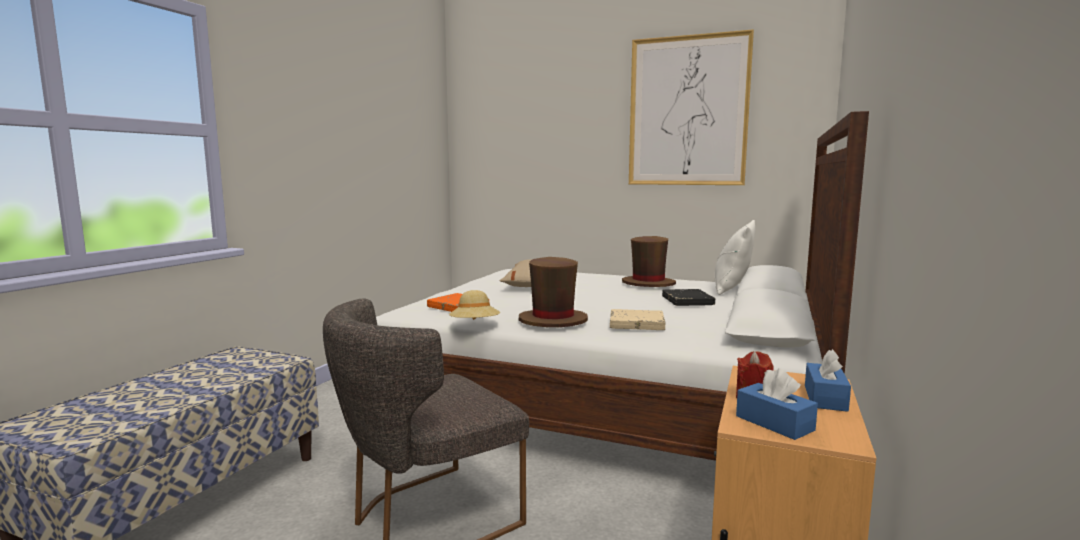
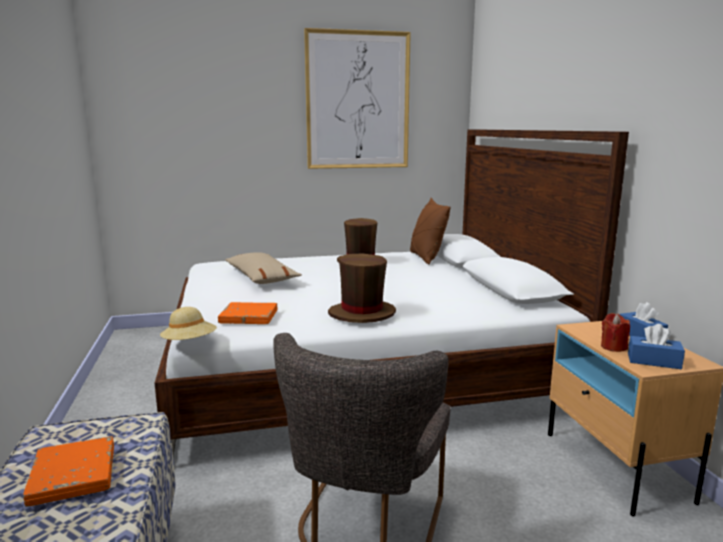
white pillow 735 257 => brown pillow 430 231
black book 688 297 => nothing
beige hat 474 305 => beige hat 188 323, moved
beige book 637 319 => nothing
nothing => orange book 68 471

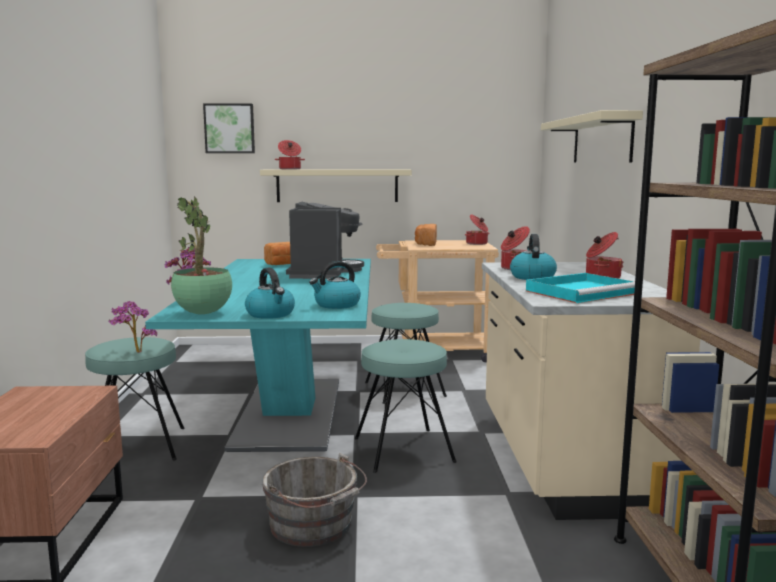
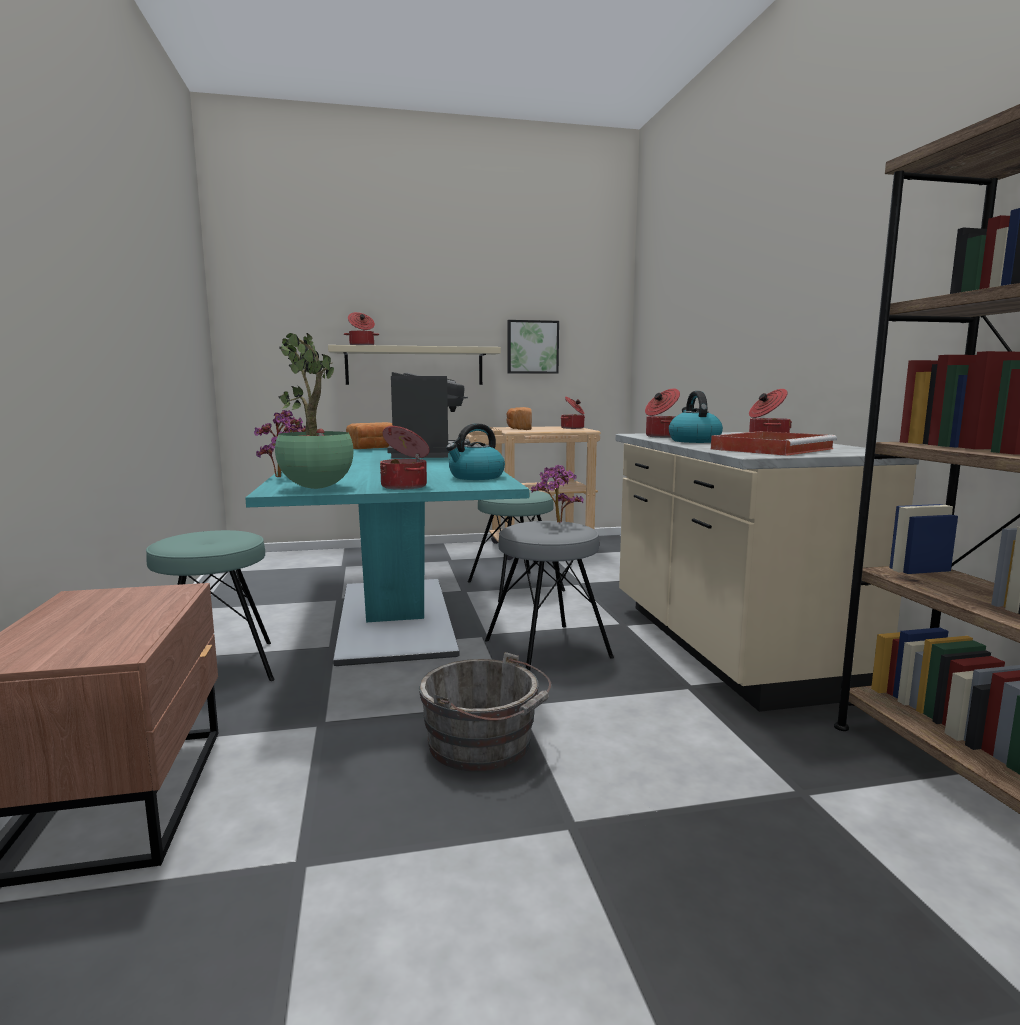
picture 229 128 => picture 533 347, moved
beige shelf 592 136 => nothing
kettle 270 293 => cooking pot 405 458
turquoise tray 580 288 => red tray 774 443
potted plant 133 327 => potted plant 557 494, moved
turquoise stool 406 406 => grey stool 549 596

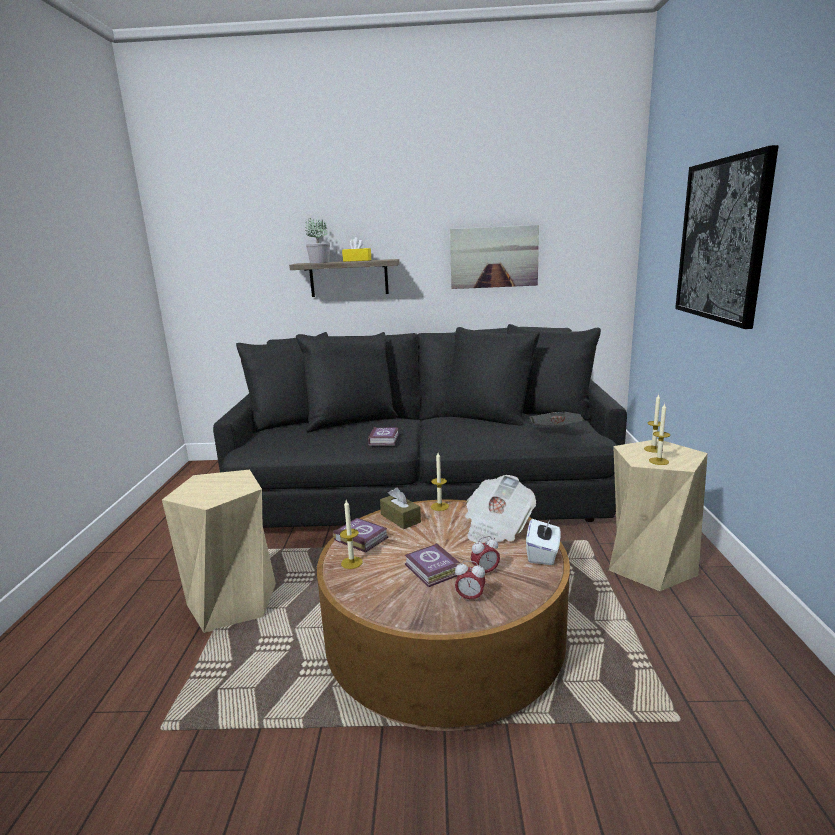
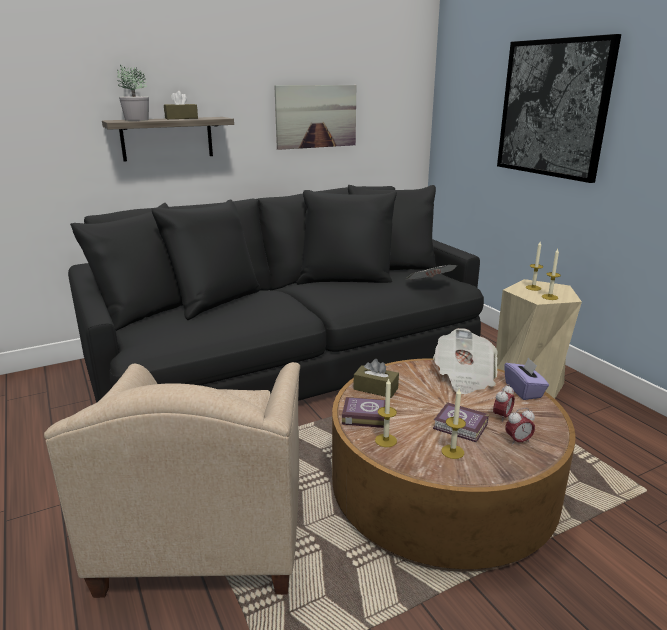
yellow tissue box 356 249 => brown tissue box 181 105
book 383 436 => nothing
candle 440 482 => candle 453 424, moved
beige stool 219 551 => beige armchair 172 480
white tissue box 543 541 => purple tissue box 526 378

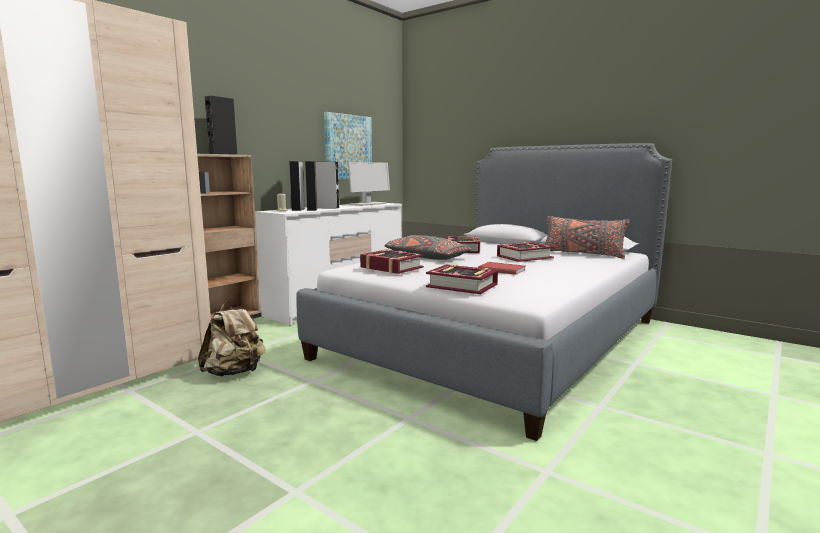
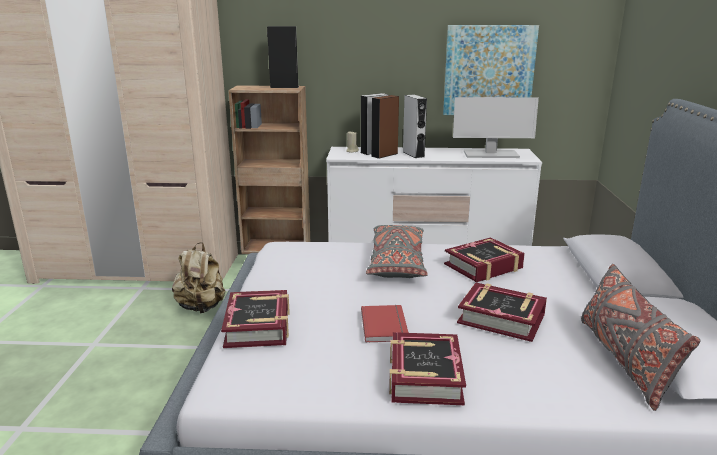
book 392 262 => book 427 368, moved

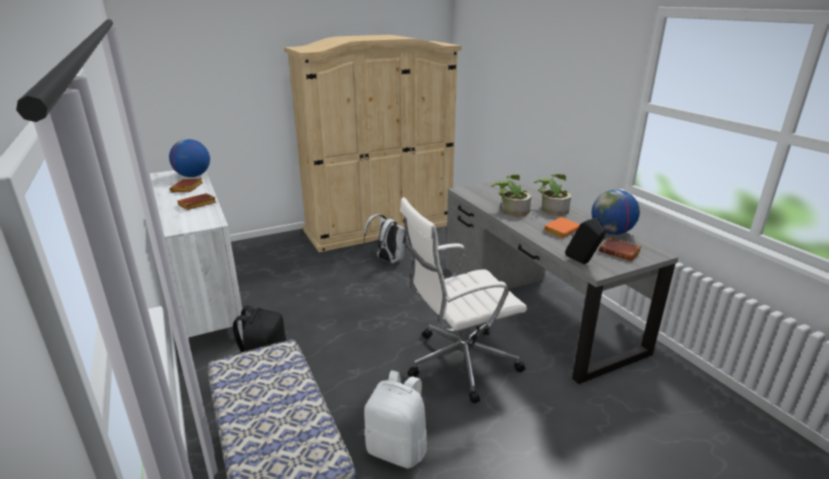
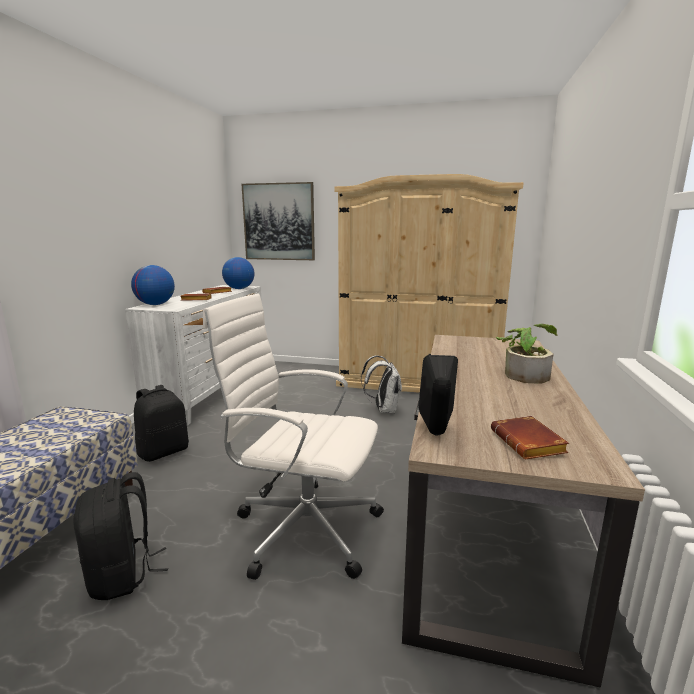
potted plant 511 196 => nothing
grey desk 562 281 => brown desk 523 511
globe 616 212 => globe 153 285, moved
orange book 562 227 => nothing
white backpack 395 419 => black backpack 120 536
nothing => picture 278 221

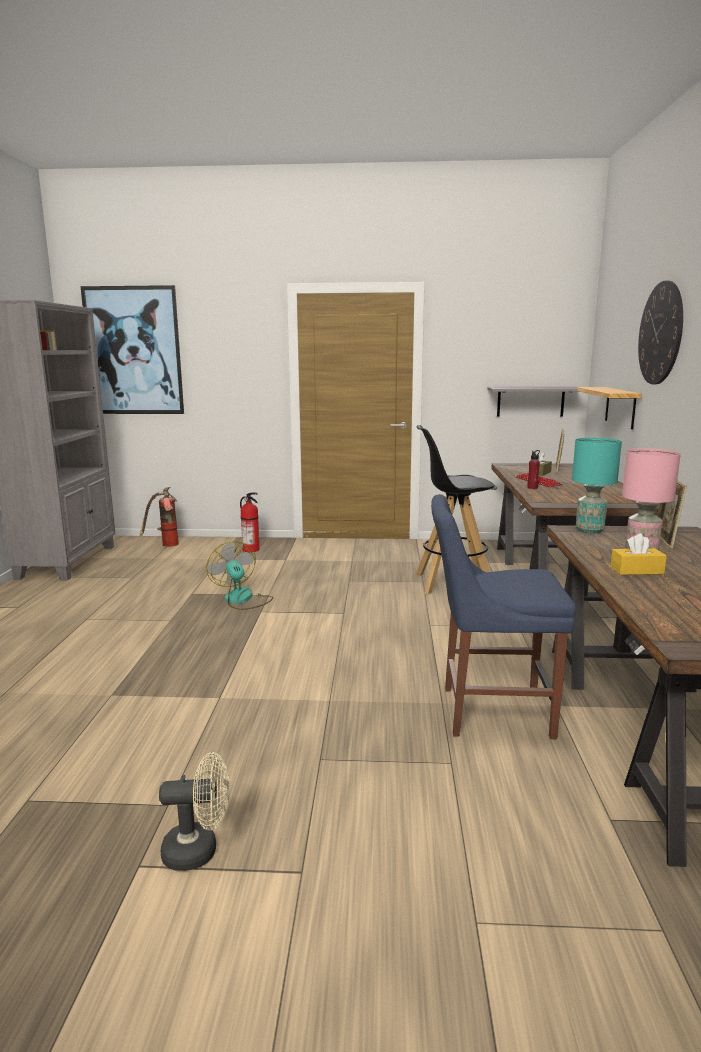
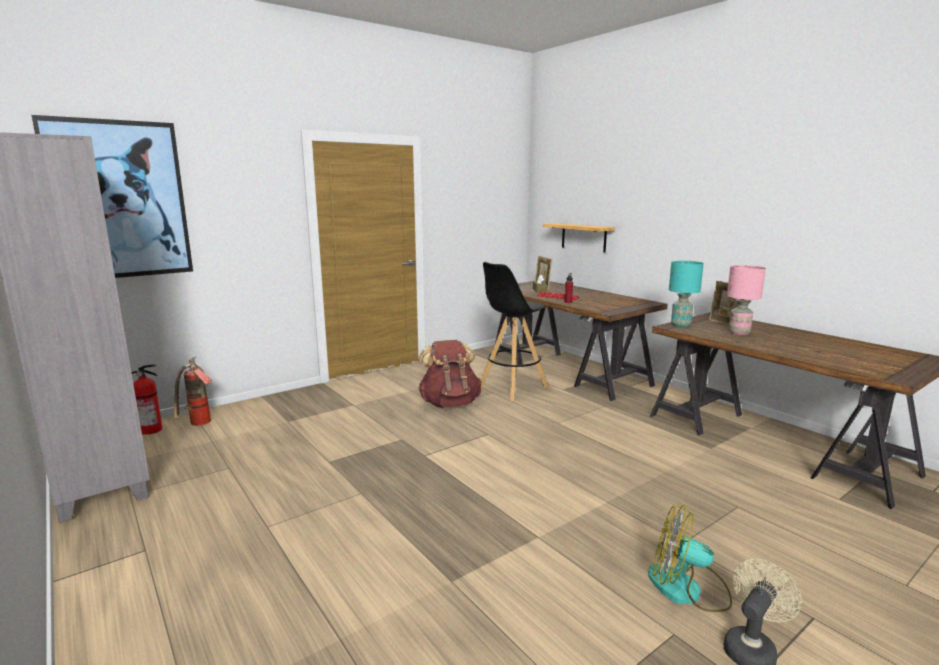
wall clock 660 332 => nothing
grey shelf 533 401 => nothing
fire extinguisher 250 522 => fire extinguisher 146 399, moved
blue chair 503 616 => nothing
yellow tissue box 639 554 => nothing
fan 239 575 => fan 690 558, moved
nothing => brown backpack 450 373

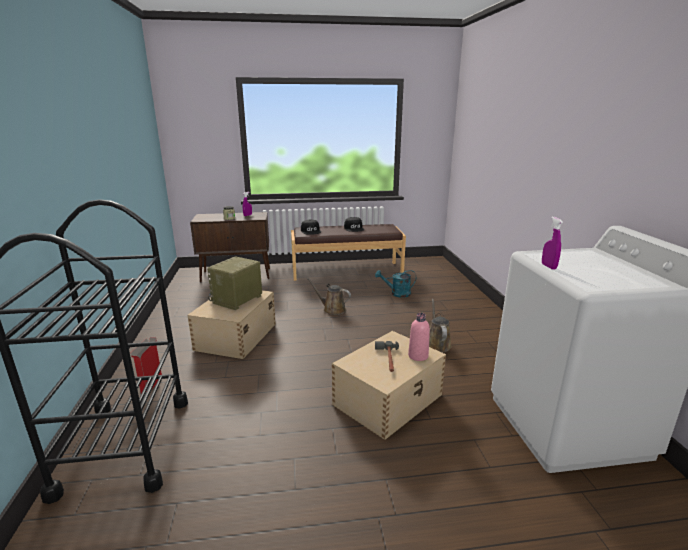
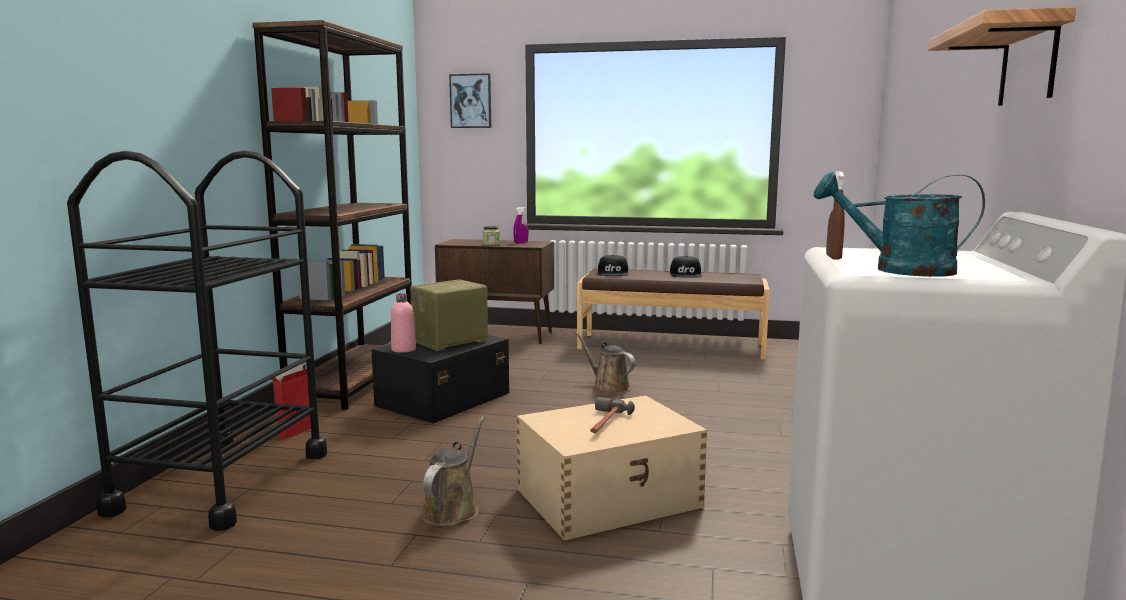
purple spray bottle 552 243 => brown spray bottle 835 215
turquoise watering can 395 284 => turquoise watering can 899 224, moved
beige storage box 231 324 => black storage box 440 379
brown watering can 440 326 => brown watering can 452 471, moved
pink bottle 419 337 => pink bottle 403 323, moved
nothing => shelf 1002 56
nothing => brown bookcase 332 215
nothing => picture 470 100

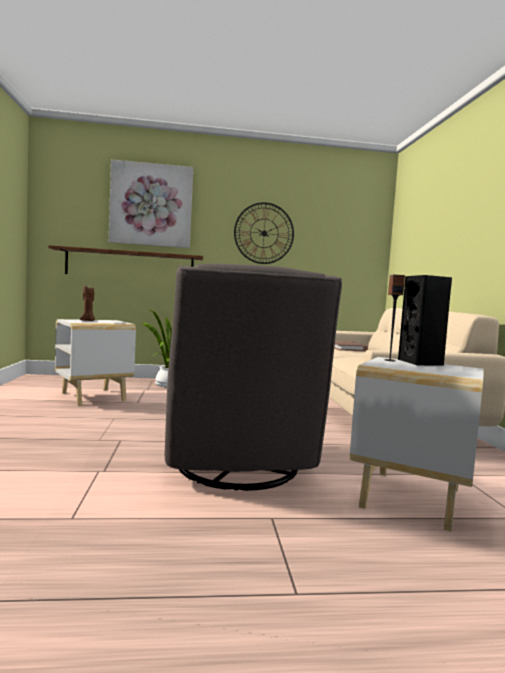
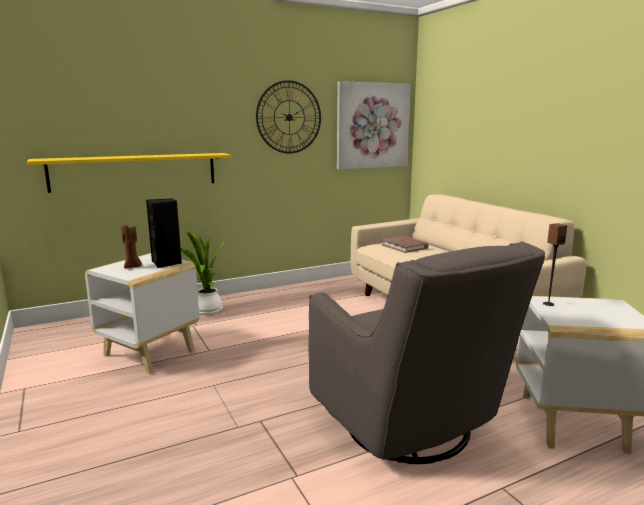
picture 151 203 => picture 374 125, moved
brown shelf 125 259 => yellow shelf 129 173
black speaker 425 320 => black speaker 164 233, moved

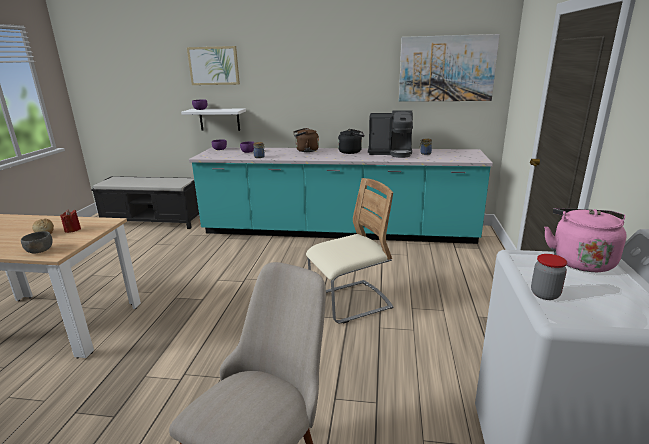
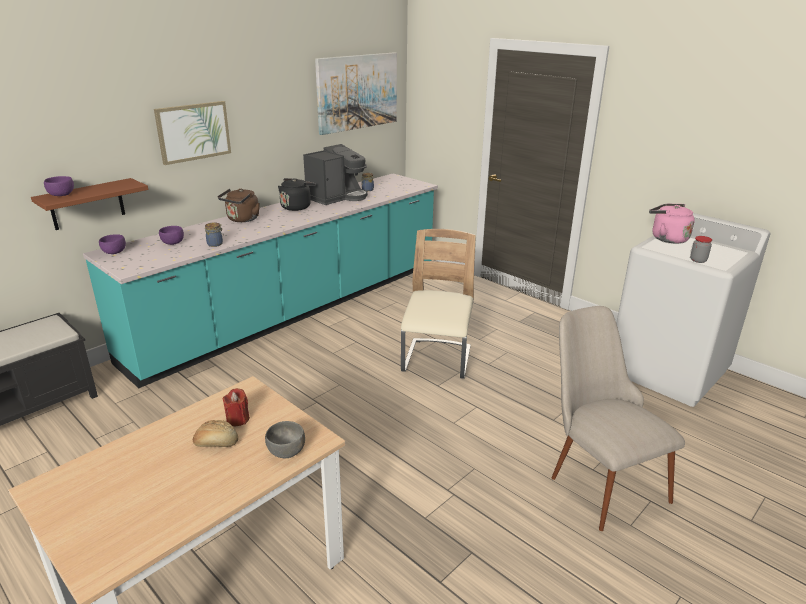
picture 213 65 => picture 192 133, moved
white shelf 213 120 => brown shelf 89 204

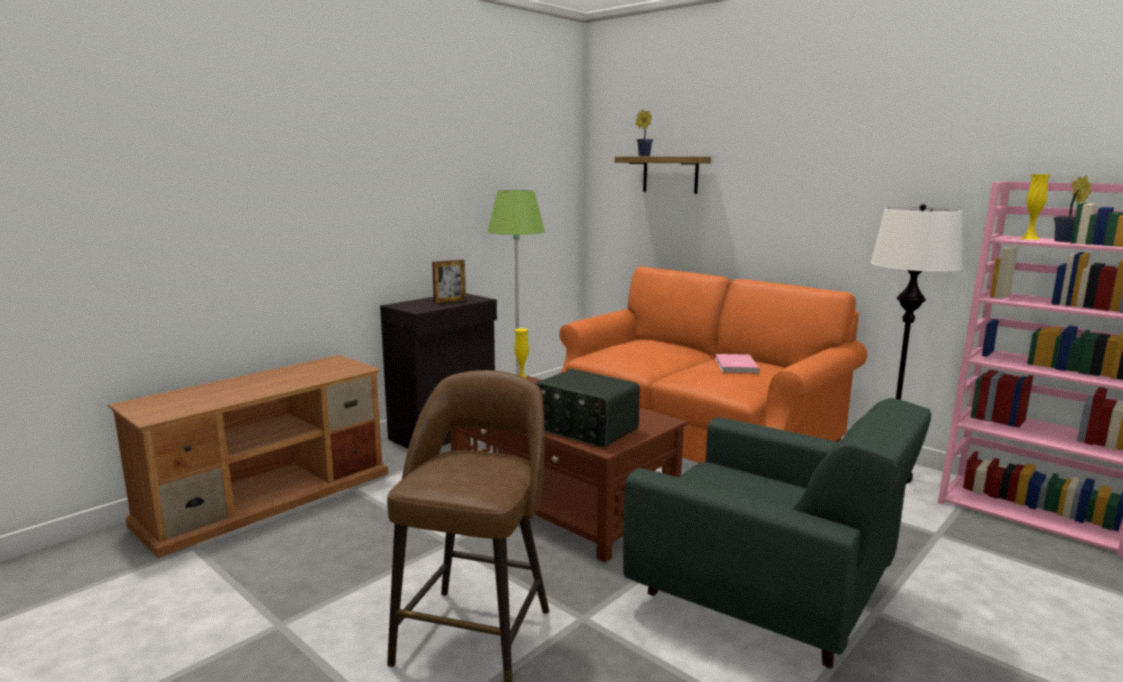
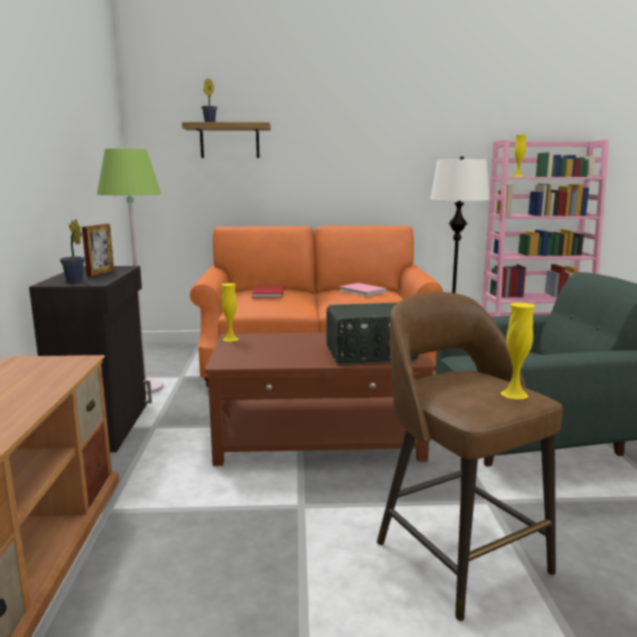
potted plant 1072 208 => potted plant 72 250, moved
nothing => red book 268 292
nothing => yellow vase 518 351

